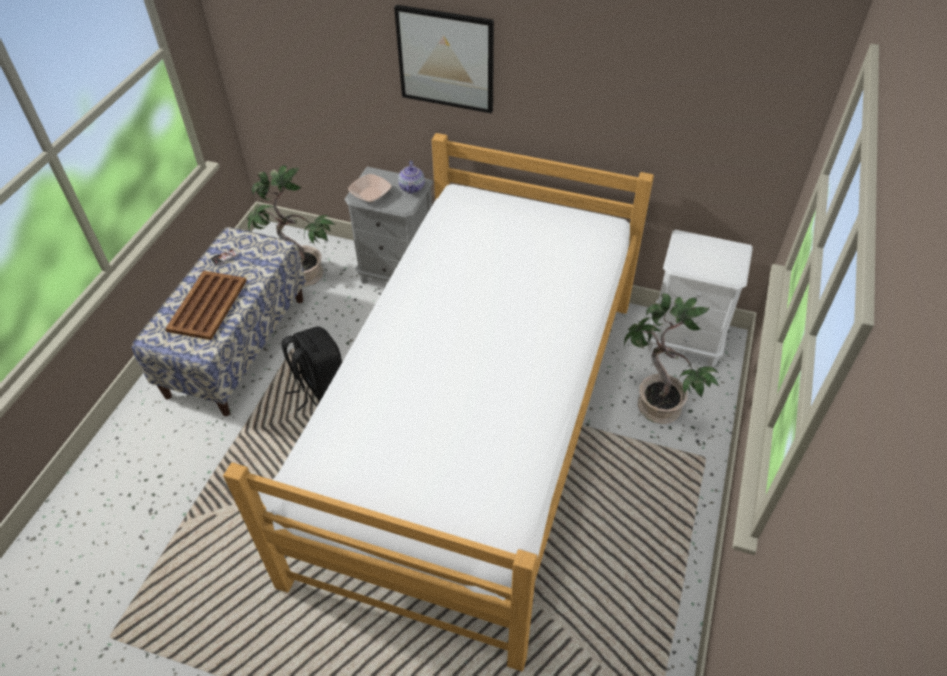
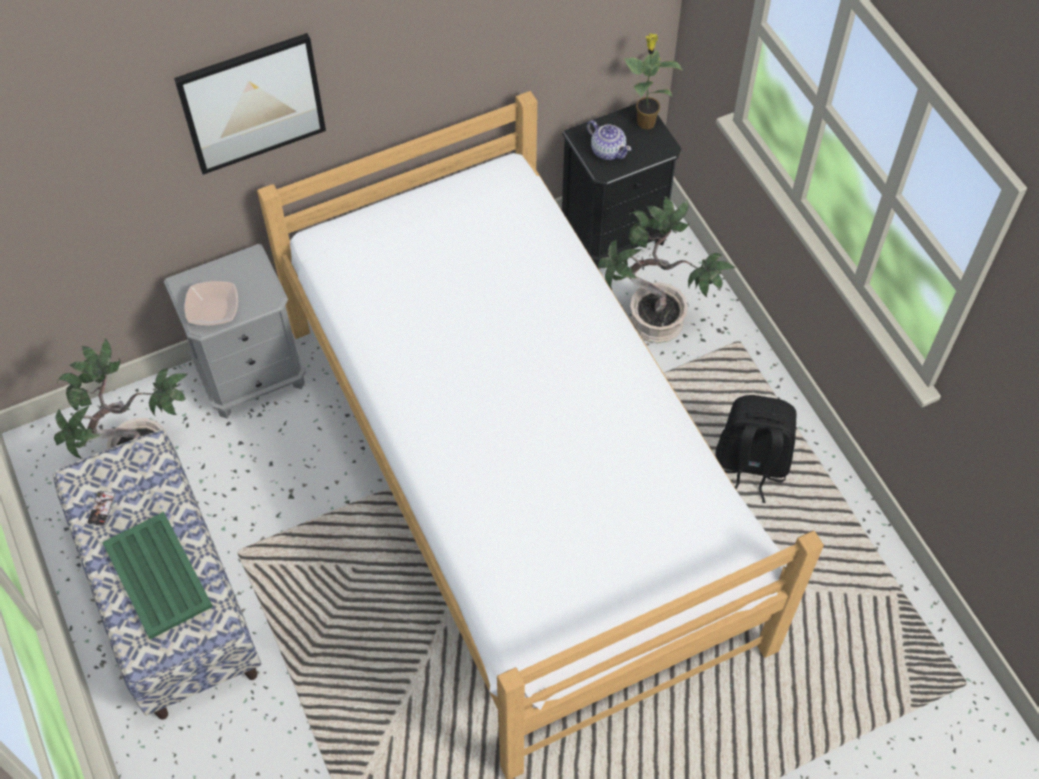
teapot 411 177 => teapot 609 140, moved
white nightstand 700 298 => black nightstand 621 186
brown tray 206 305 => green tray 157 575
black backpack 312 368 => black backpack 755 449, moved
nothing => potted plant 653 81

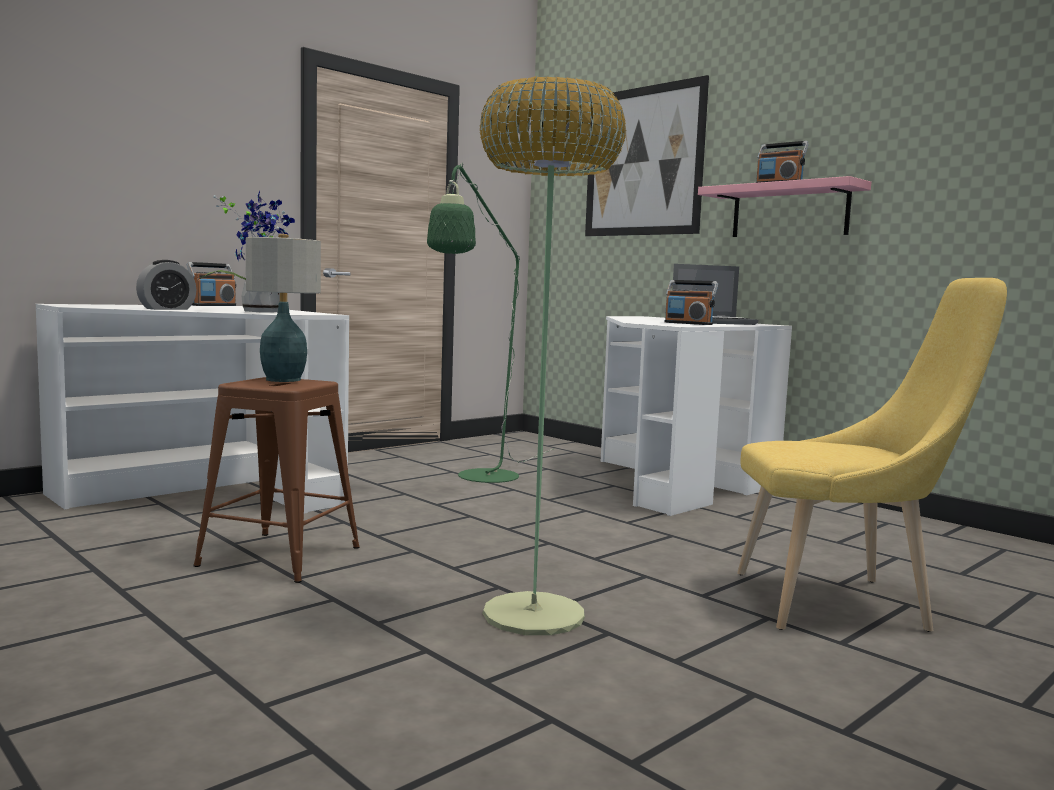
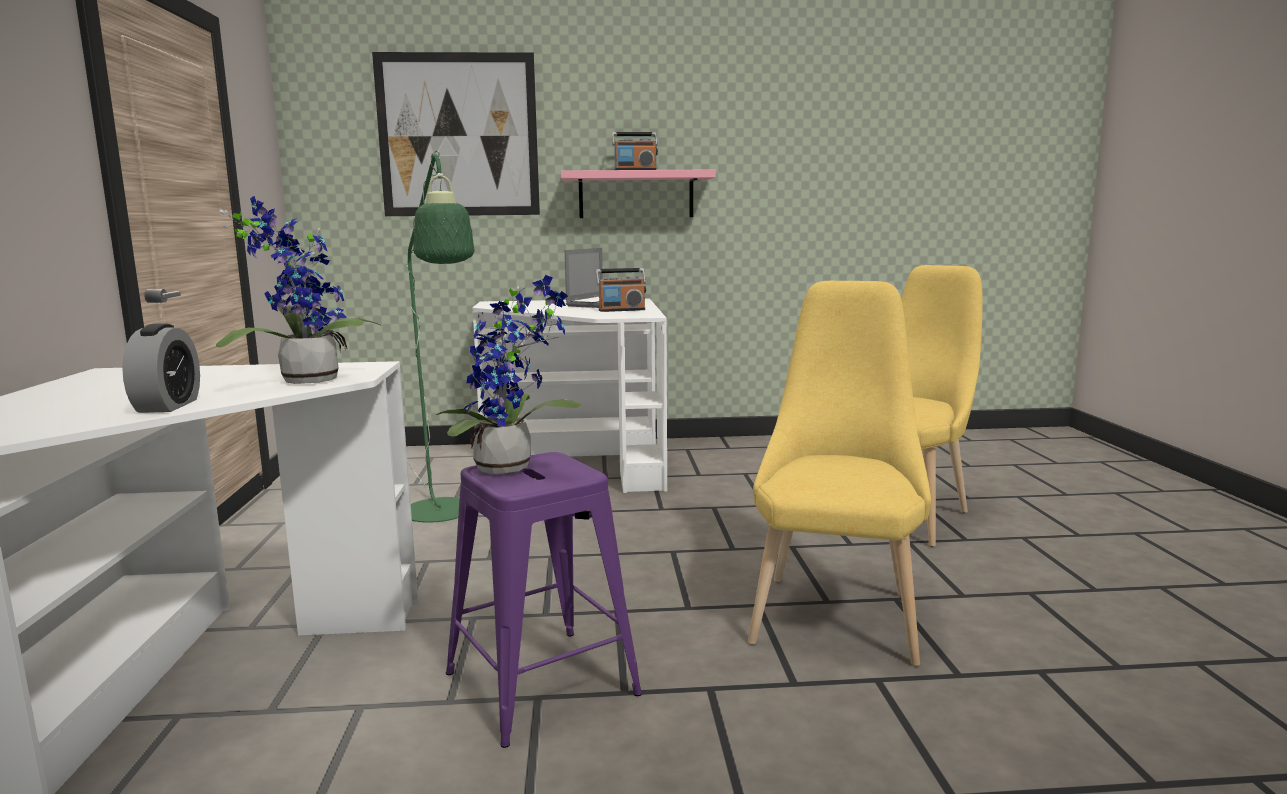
floor lamp 553 355 => yellow chair 839 473
table lamp 283 308 => potted plant 508 374
radio 211 284 => nothing
brown stool 277 480 => purple stool 544 600

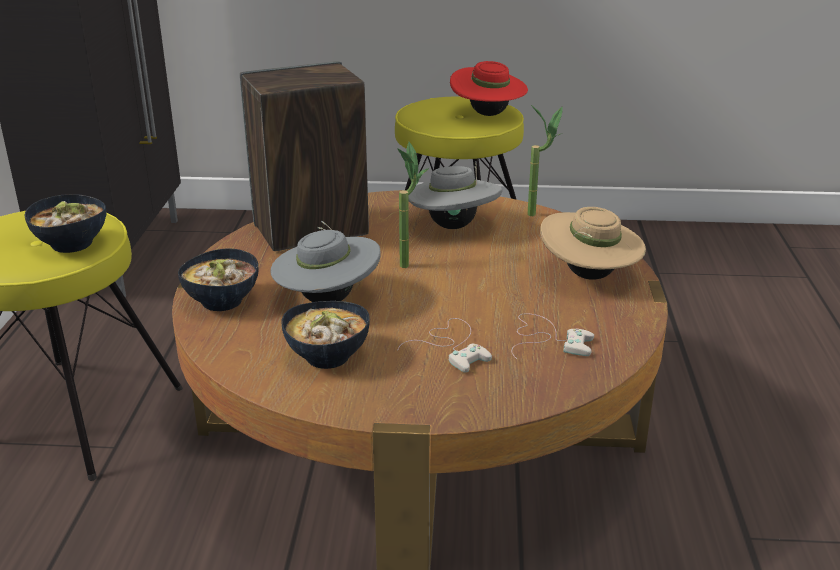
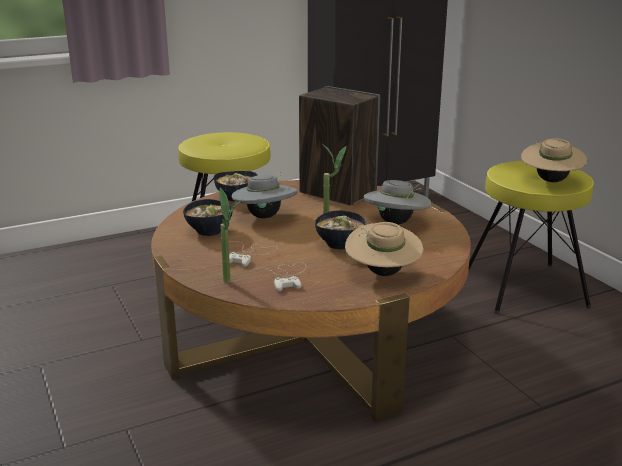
red hat 489 88 => beige hat 554 160
potted plant 544 160 => potted plant 231 235, moved
bowl 66 223 => bowl 340 229, moved

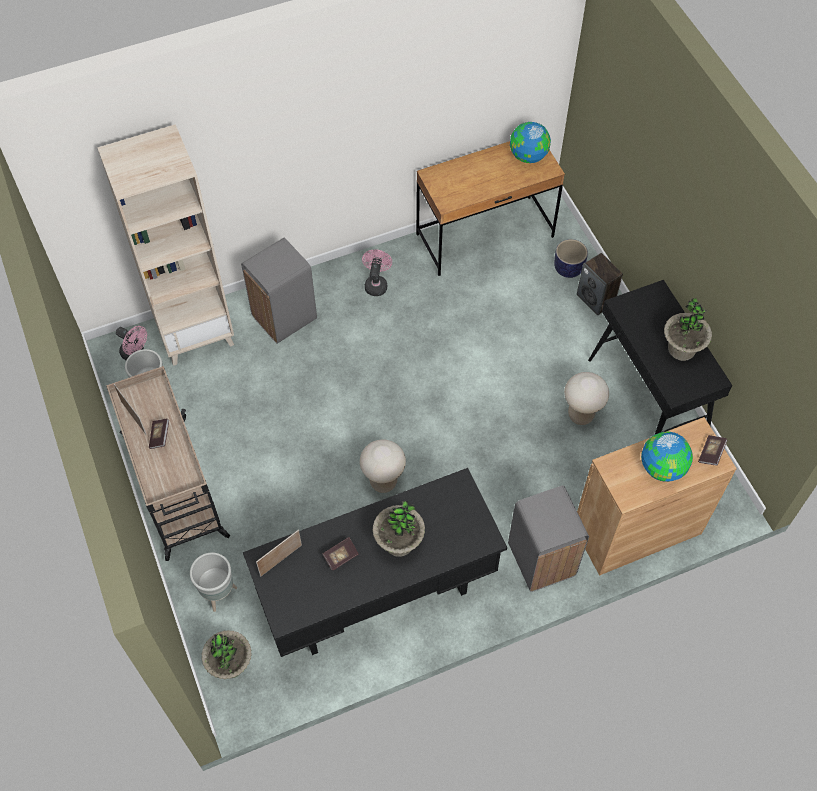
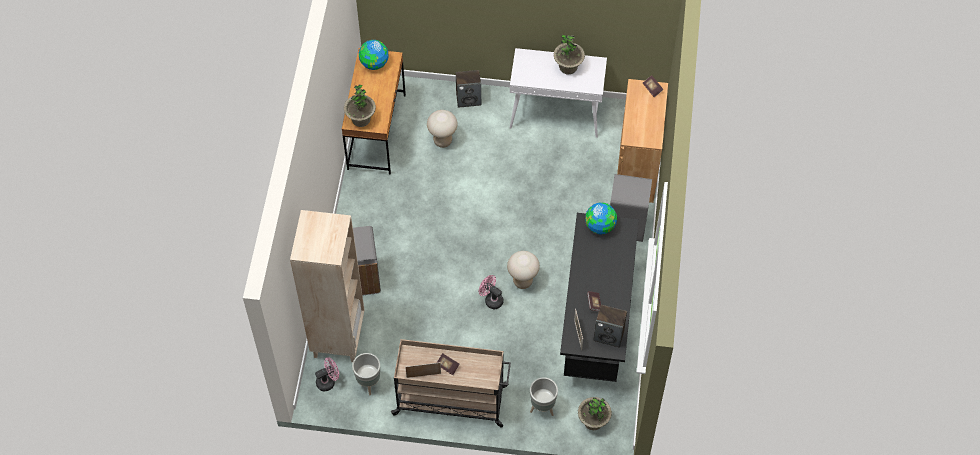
planter 571 258 => nothing
pink fan 377 273 => pink fan 491 292, moved
black console table 660 357 => white console table 558 93
beige stool 586 398 => beige stool 442 129, moved
globe 667 457 => globe 601 218, moved
potted plant 398 529 => potted plant 360 106, moved
nothing => speaker 610 326

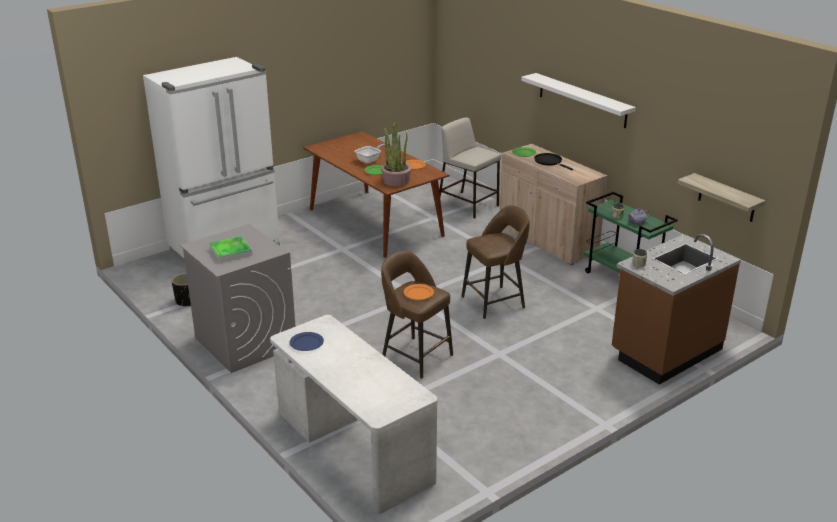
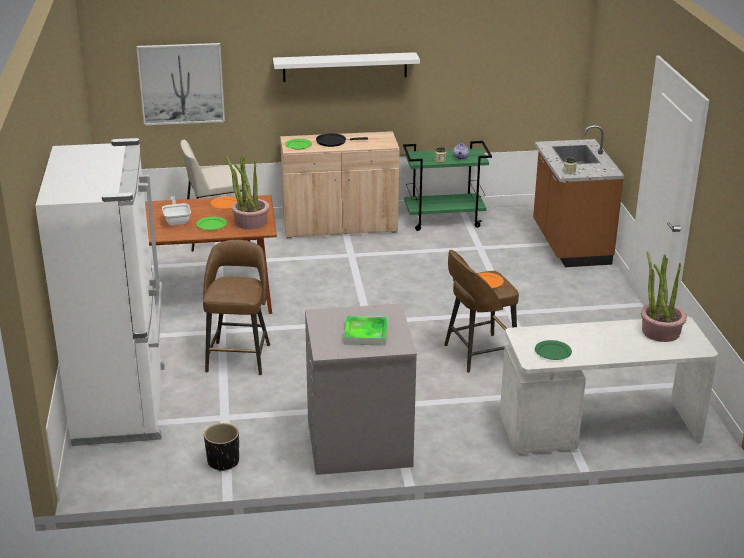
shelf 721 197 => nothing
brown stool 495 262 => brown stool 236 307, moved
blue plate 307 341 => green plate 553 350
nothing => picture 180 84
nothing => potted plant 664 297

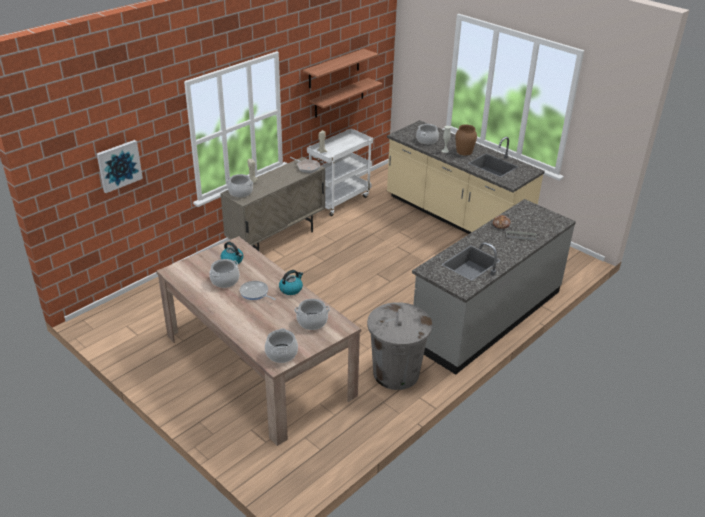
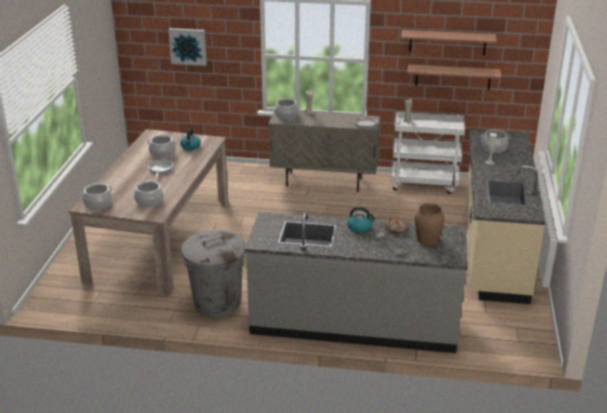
brown vase 466 140 => brown vase 430 224, moved
kettle 291 282 => kettle 361 220, moved

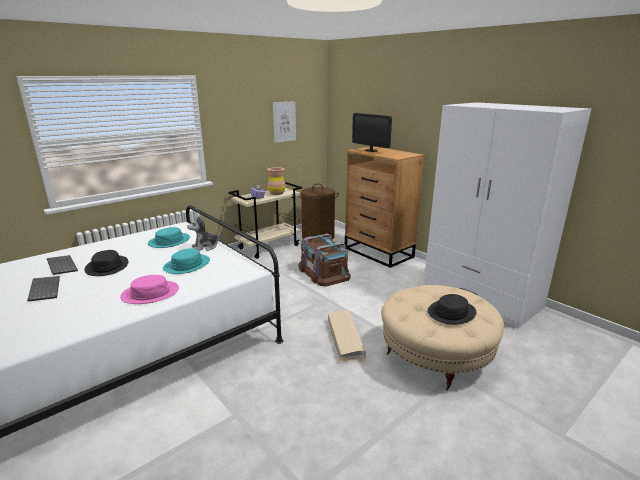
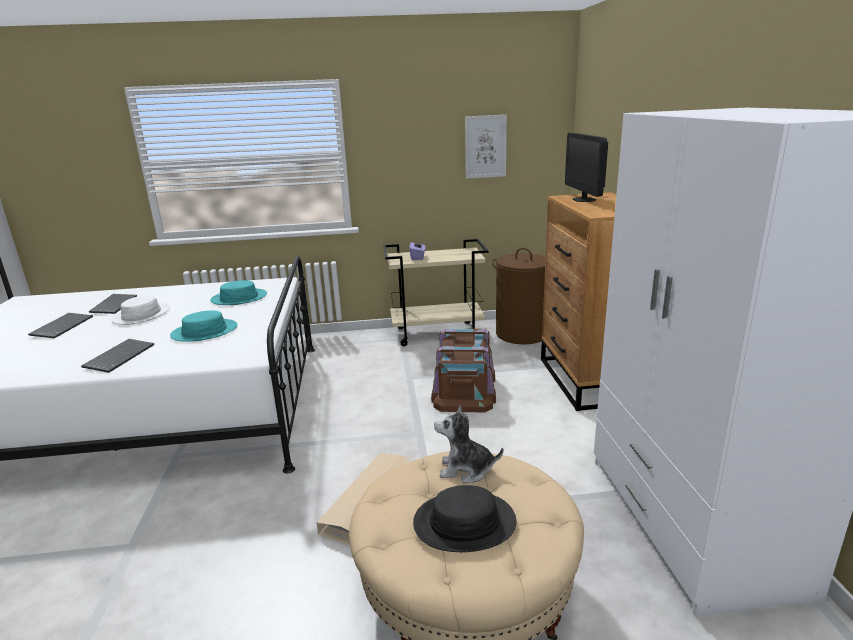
brown vase 276 181 => nothing
plush toy 204 233 => plush toy 468 444, moved
black hat 106 263 => white hat 140 310
pink hat 149 289 => keyboard 117 356

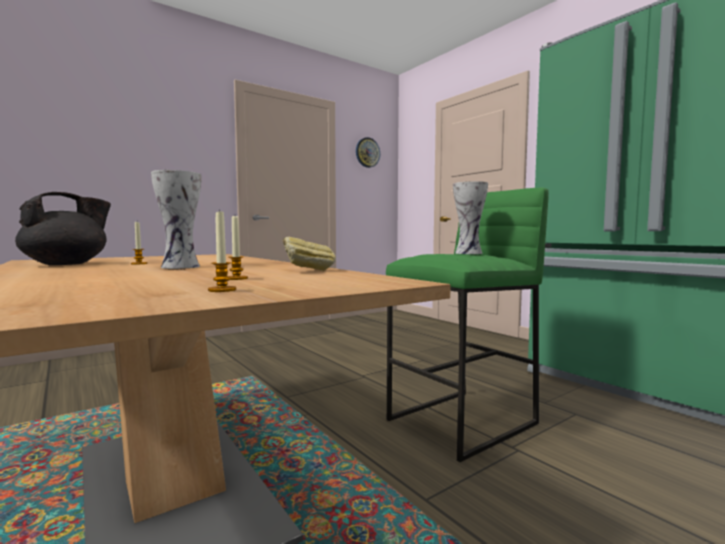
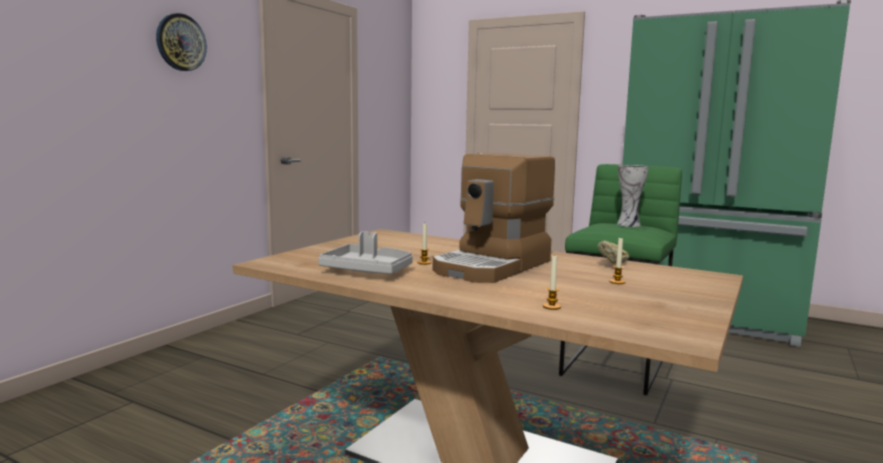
wall clock 368 152 => wall clock 181 42, moved
vase 176 219 => coffee machine 494 218
black teapot 63 228 => grey tray 365 252
candle 222 250 => candle 552 282, moved

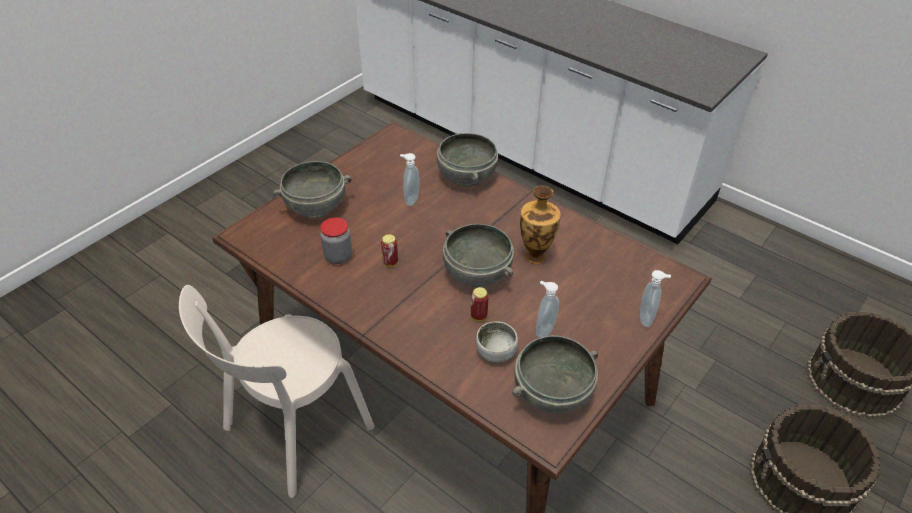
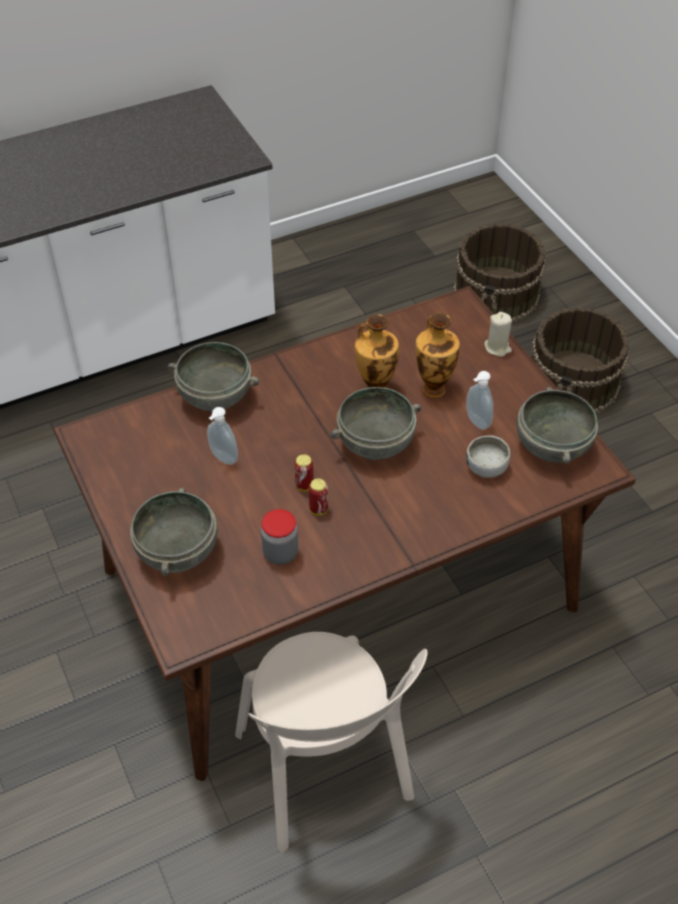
soap dispenser 655 298 => beige candle 498 334
can 480 304 => can 304 472, moved
nothing => vase 437 355

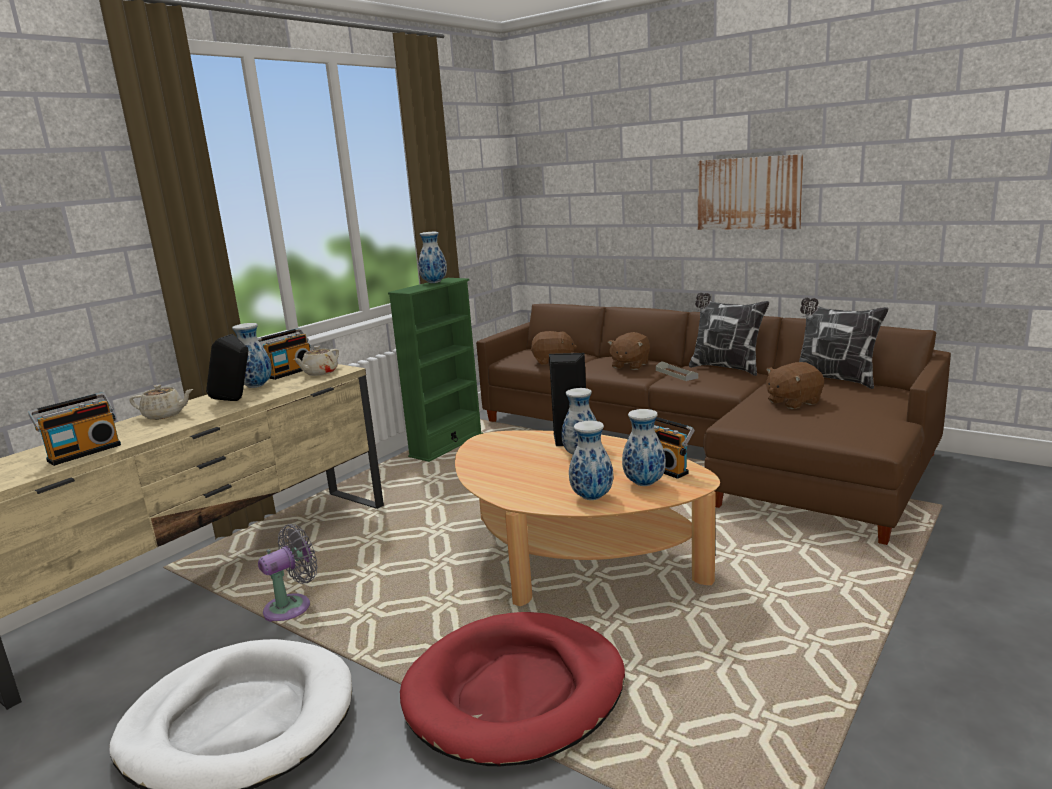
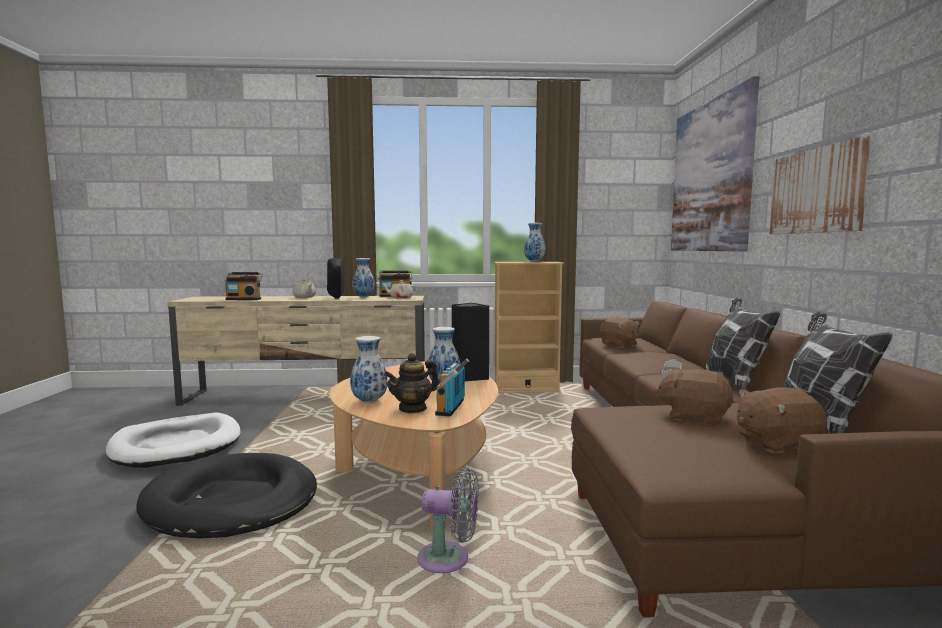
green bookcase 435 370 => beige bookcase 529 327
brown plush toy 629 351 => brown plush toy 782 420, moved
vase 644 447 => teapot 411 383
grey fan 287 573 => grey fan 448 520, moved
red dog bed 512 689 => black dog bed 226 496
nothing => picture 715 164

